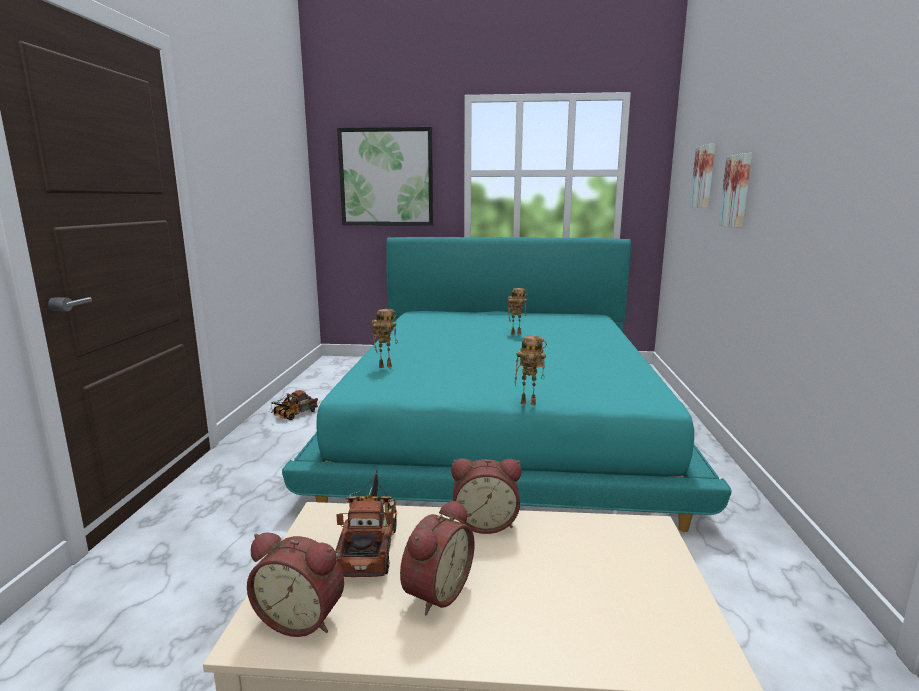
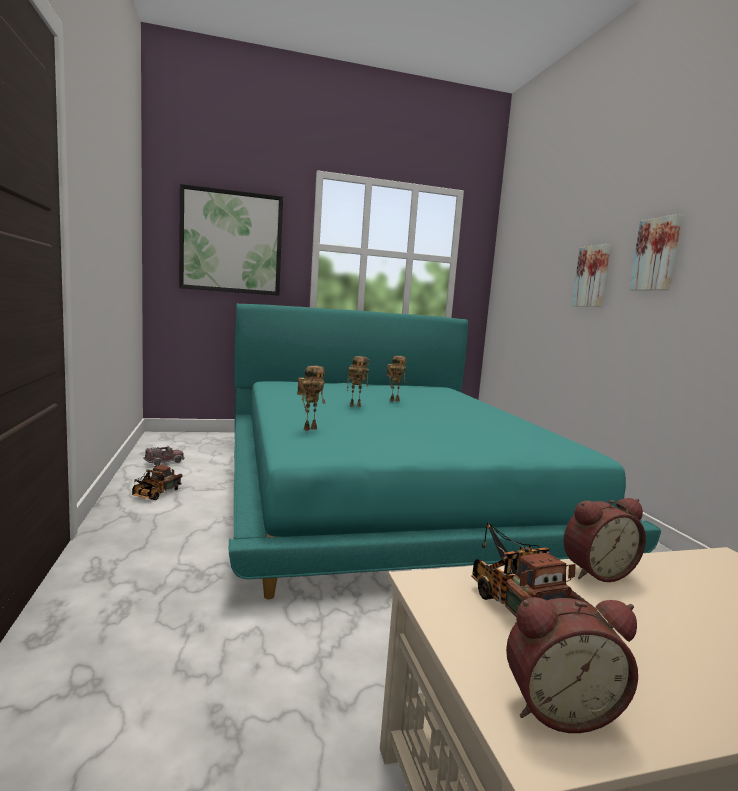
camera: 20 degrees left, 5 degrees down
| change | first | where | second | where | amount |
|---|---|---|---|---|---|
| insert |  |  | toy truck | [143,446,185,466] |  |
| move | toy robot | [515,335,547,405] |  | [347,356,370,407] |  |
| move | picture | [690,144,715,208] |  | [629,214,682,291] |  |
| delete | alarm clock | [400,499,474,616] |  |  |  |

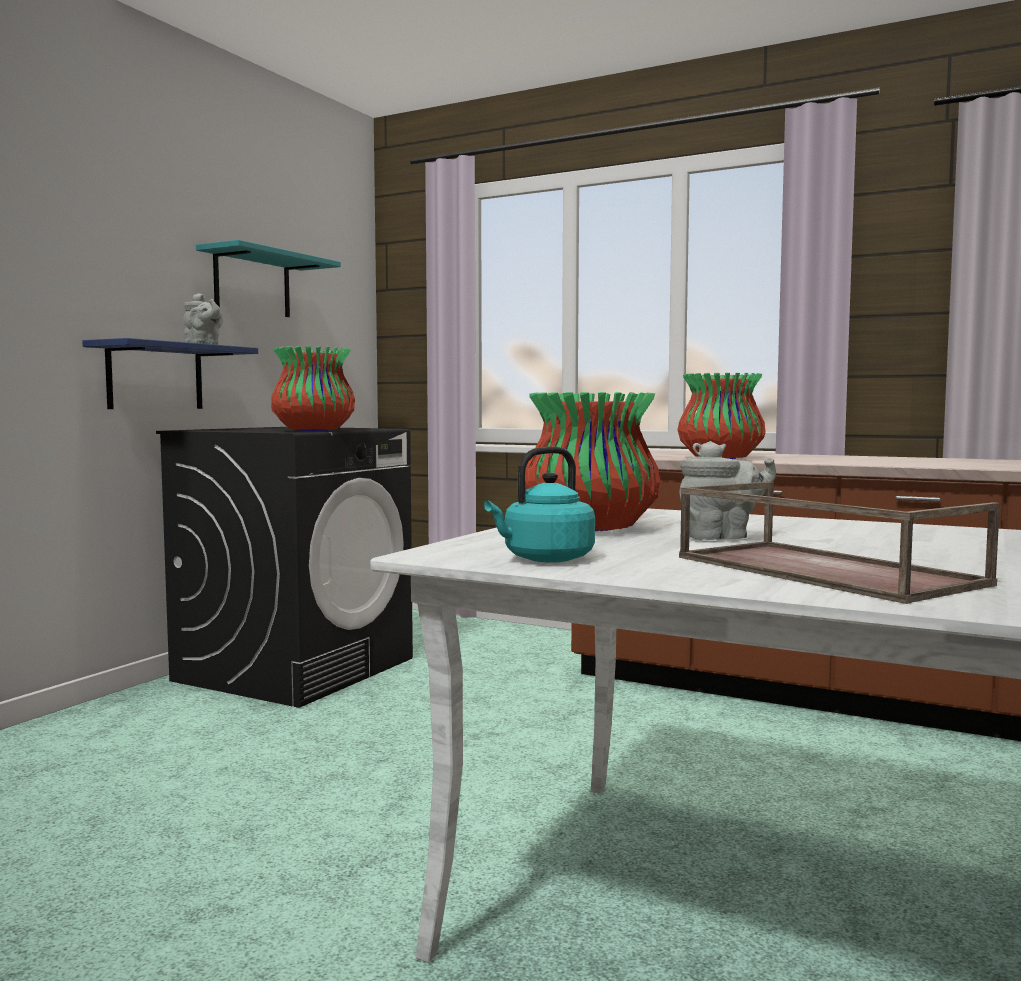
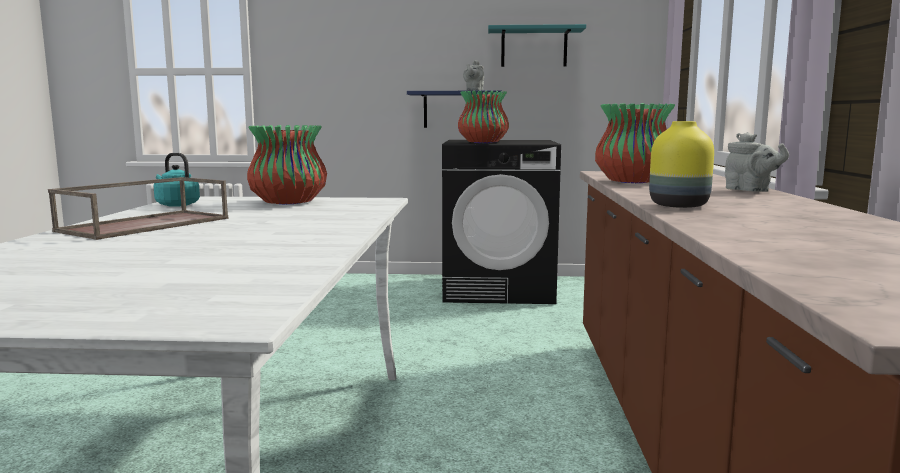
camera: 65 degrees right, 5 degrees up
| change | first | where | second | where | amount |
|---|---|---|---|---|---|
| insert |  |  | yellow vase | [649,121,714,208] |  |
| move | grey teapot | [679,441,776,540] |  | [725,132,789,192] |  |

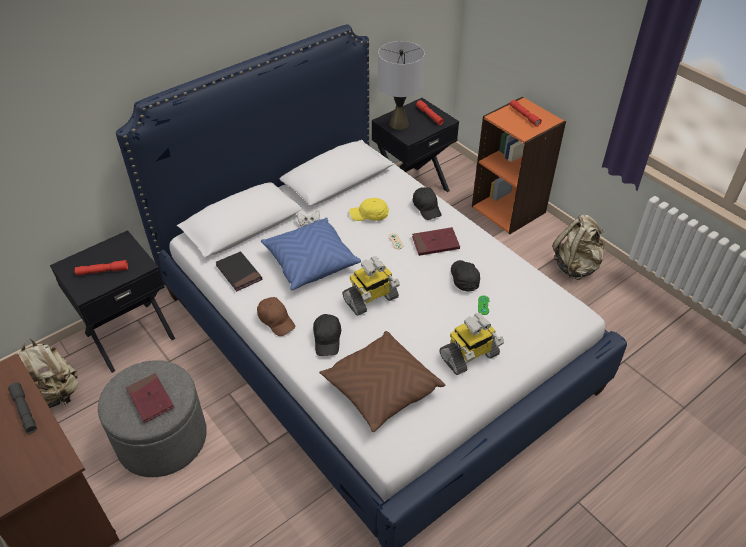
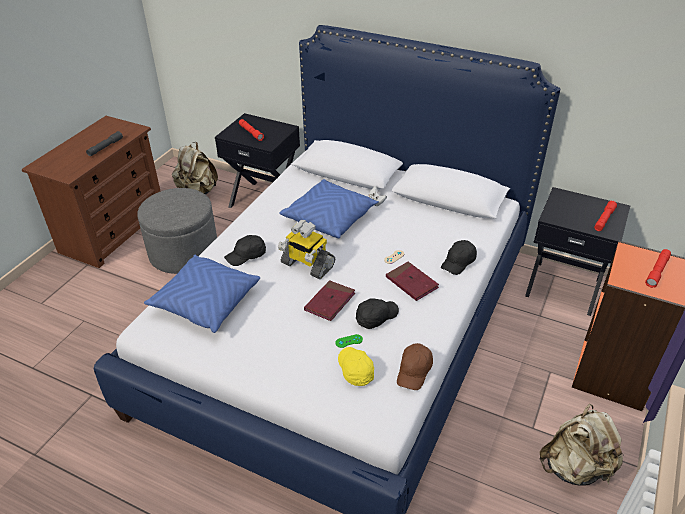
camera: 65 degrees right, 5 degrees down
| change | first | where | second | where | amount |
|---|---|---|---|---|---|
| recolor | brown pillow | [319,331,445,432] | blue pillow | [144,255,260,333] |  |
| move | red book | [126,373,175,423] |  | [304,280,355,321] |  |
| move | yellow cap | [349,198,389,221] |  | [338,347,374,386] |  |
| move | brown cap | [257,297,296,336] |  | [397,343,433,390] |  |
| delete | black book | [216,251,262,291] |  |  |  |
| delete | grey table lamp | [378,41,425,130] |  |  |  |
| delete | toy robot | [439,313,504,375] |  |  |  |

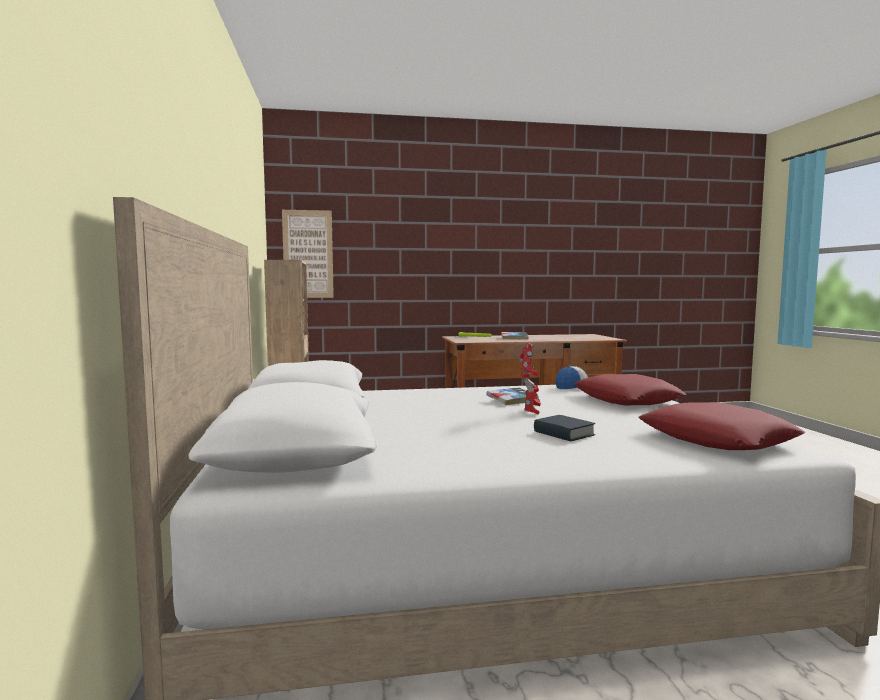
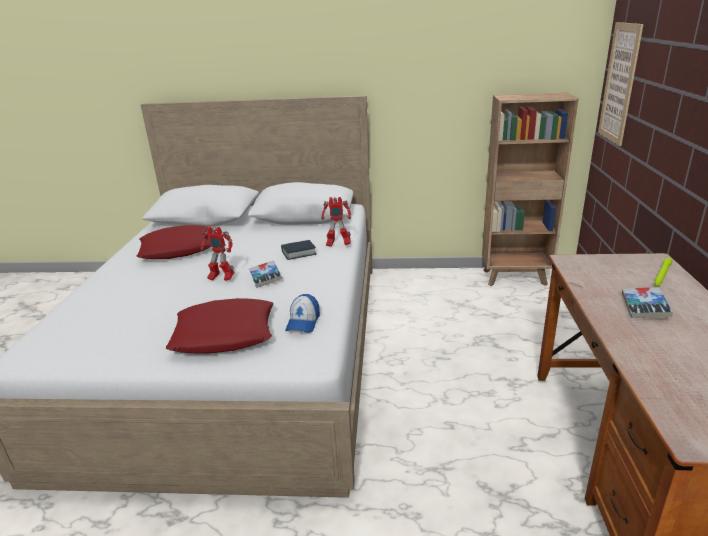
camera: 105 degrees right, 20 degrees up
| change | first | where | second | where | amount |
|---|---|---|---|---|---|
| move | red pillow | [638,402,806,450] |  | [137,225,211,259] |  |
| move | book | [534,415,595,442] |  | [281,240,316,260] |  |
| insert |  |  | toy robot | [321,197,351,247] |  |

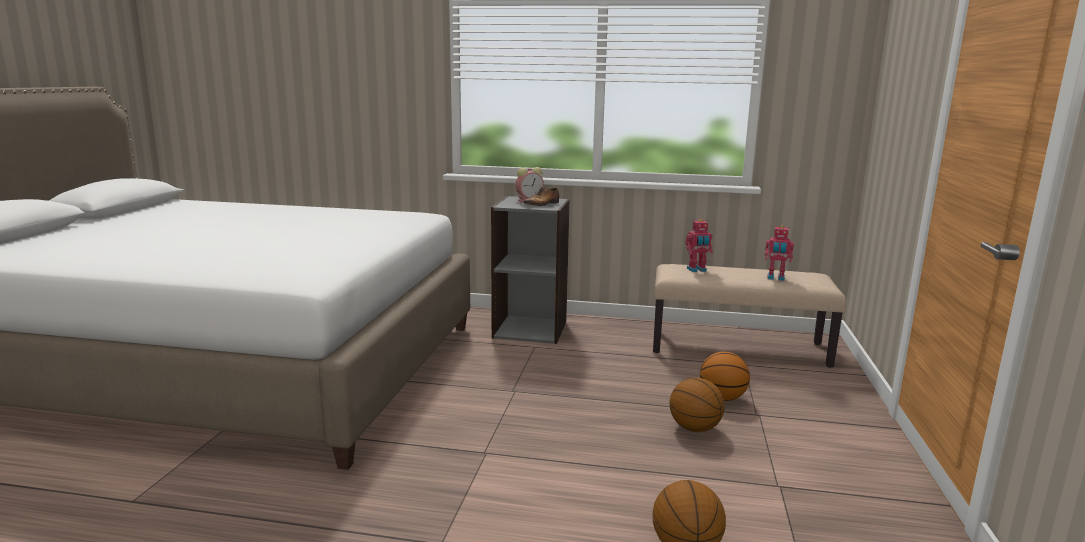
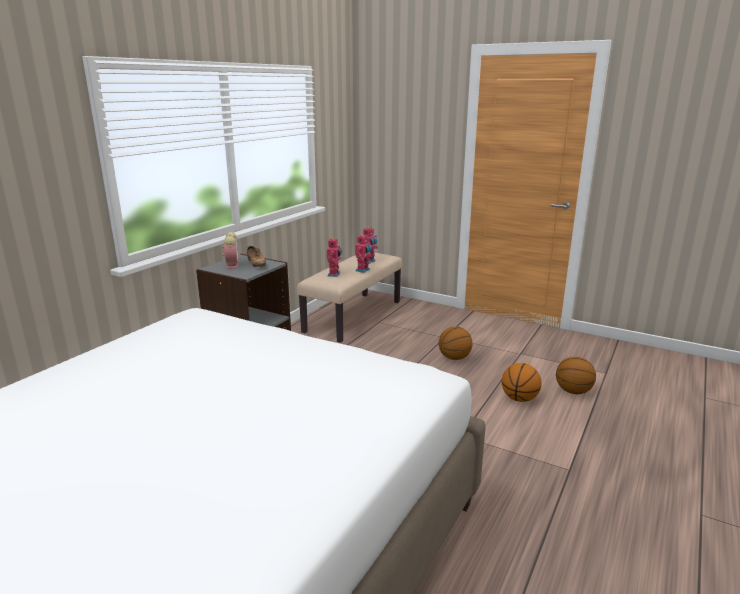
camera: 70 degrees left, 5 degrees up
| change | first | where | second | where | amount |
|---|---|---|---|---|---|
| insert |  |  | toy robot | [355,234,372,273] |  |
| move | basketball | [699,352,750,401] |  | [502,363,542,402] |  |

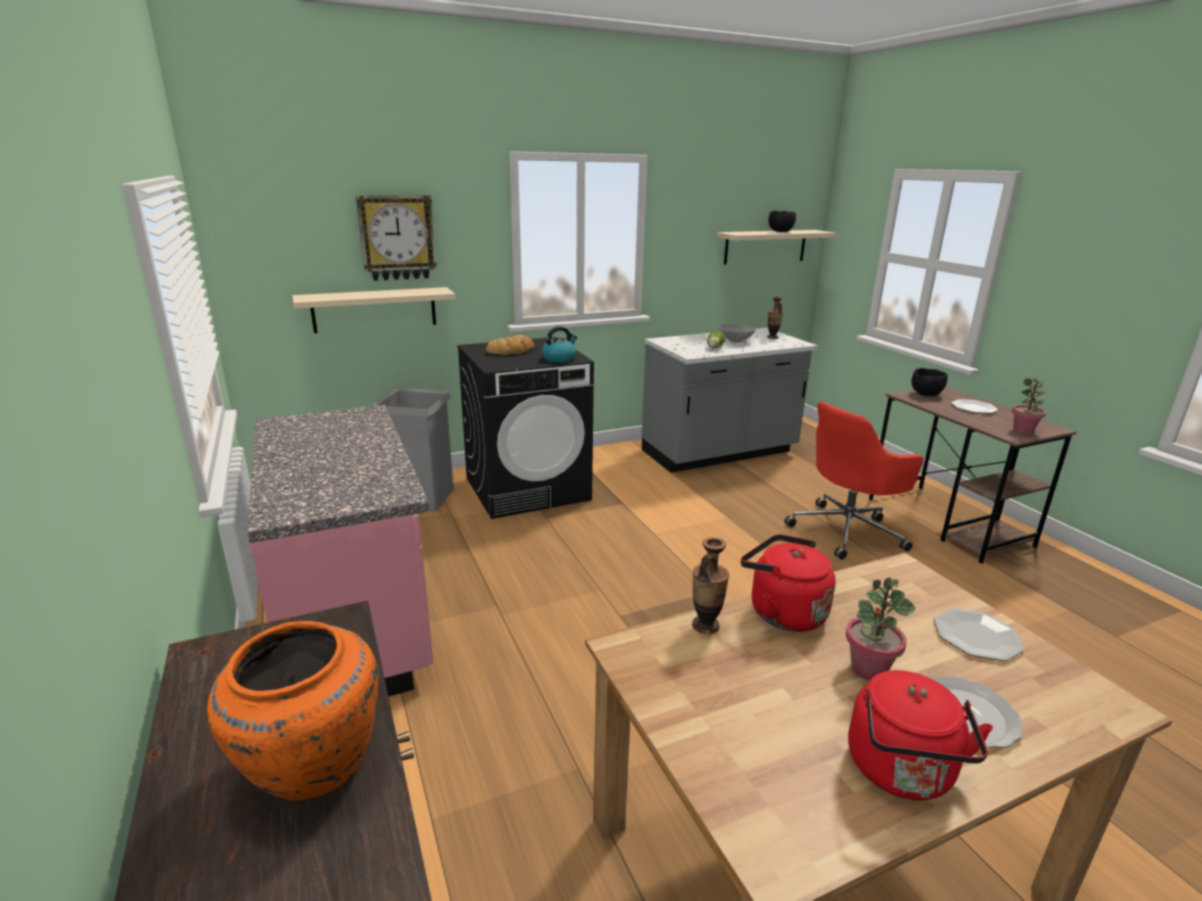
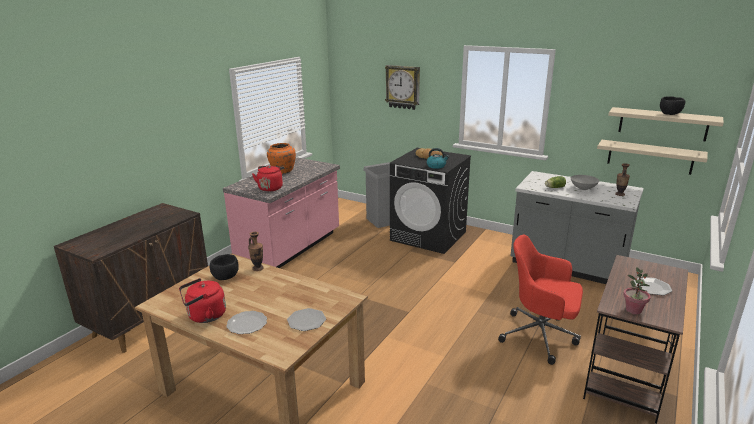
camera: 55 degrees right, 0 degrees up
| change | first | where | second | where | amount |
|---|---|---|---|---|---|
| move | black bowl | [911,368,948,396] |  | [209,254,239,280] |  |
| move | red kettle | [741,534,836,632] |  | [252,166,284,192] |  |
| move | orange vase | [207,621,378,801] |  | [267,143,296,174] |  |
| move | beige shelf | [292,287,456,333] |  | [597,140,708,175] |  |
| delete | potted plant | [846,577,916,681] |  |  |  |

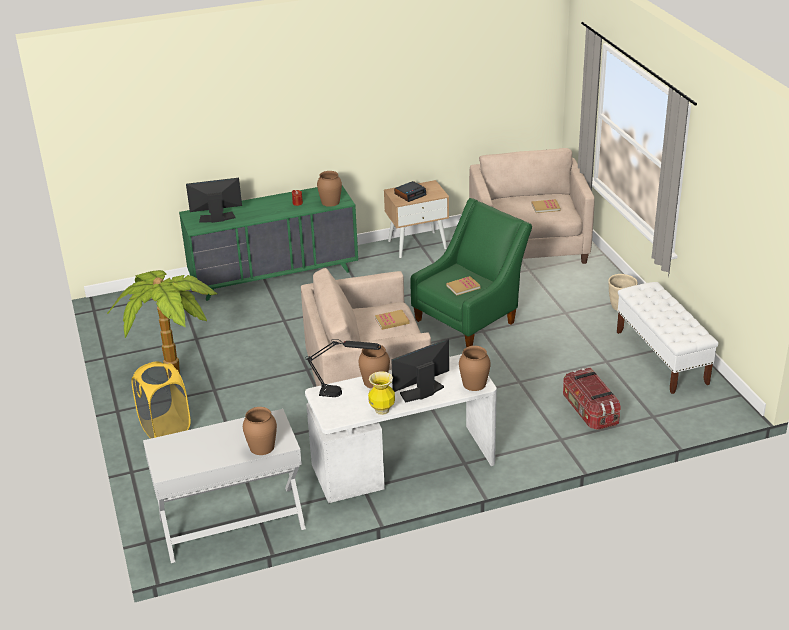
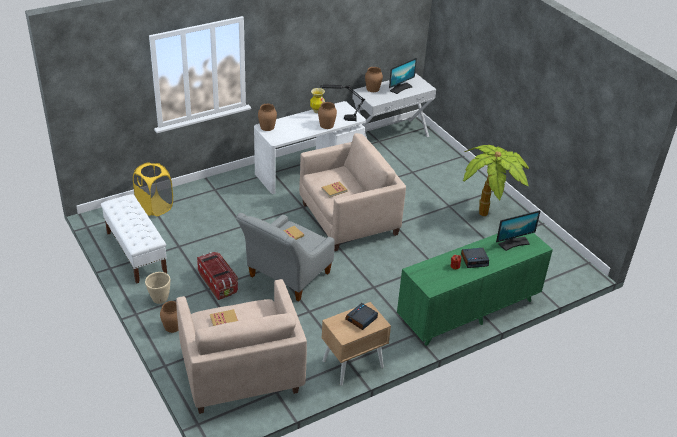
camera: 165 degrees right, 5 degrees up
| change | first | where | second | where | amount |
|---|---|---|---|---|---|
| move | yellow laundry basket | [132,361,191,439] |  | [133,162,173,216] |  |
| move | brown vase | [317,171,342,207] |  | [160,301,179,333] |  |
| move | storage box | [563,368,621,430] |  | [197,252,238,300] |  |
| recolor | green armchair | [410,198,532,347] | grey armchair | [236,213,335,302] |  |
| move | monitor | [391,338,449,403] |  | [389,58,417,94] |  |
| insert |  |  | alarm clock | [461,248,489,268] |  |

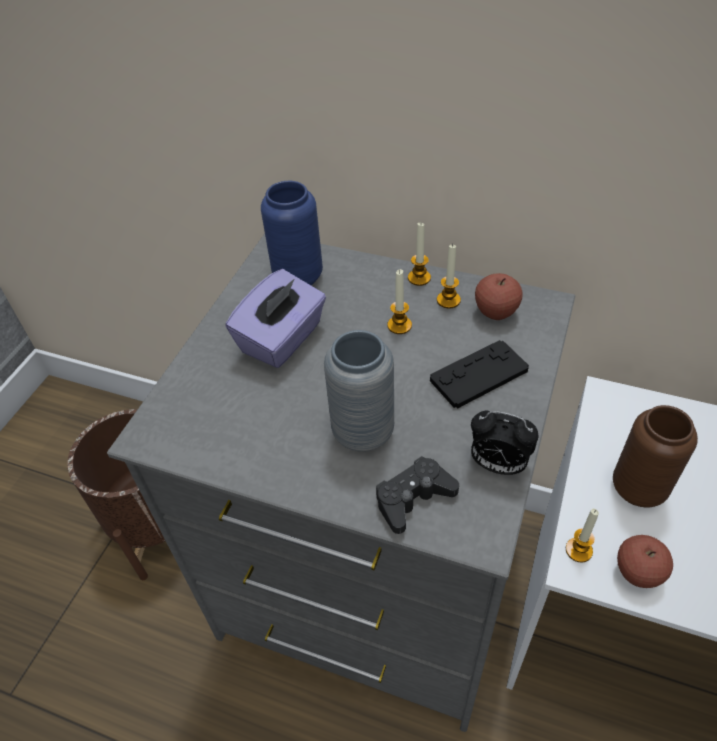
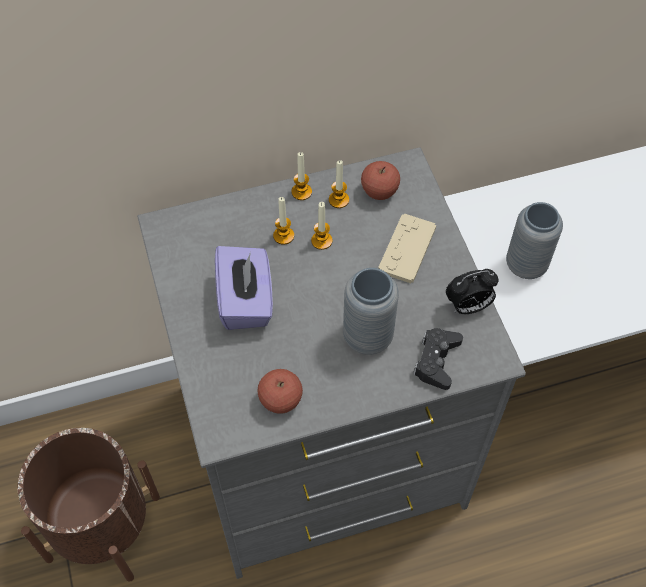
camera: 40 degrees left, 10 degrees up
| change | first | where | second | where | amount |
|---|---|---|---|---|---|
| move | apple | [617,535,673,588] |  | [258,369,303,414] |  |
| move | candle | [566,508,599,562] |  | [273,197,294,245] |  |
| recolor | black game controller | [430,340,529,409] | beige game controller | [378,214,436,283] |  |
| recolor | brown vase | [613,405,698,507] | grey vase | [506,202,563,279] |  |
| delete | blue vase | [261,181,323,285] |  |  |  |

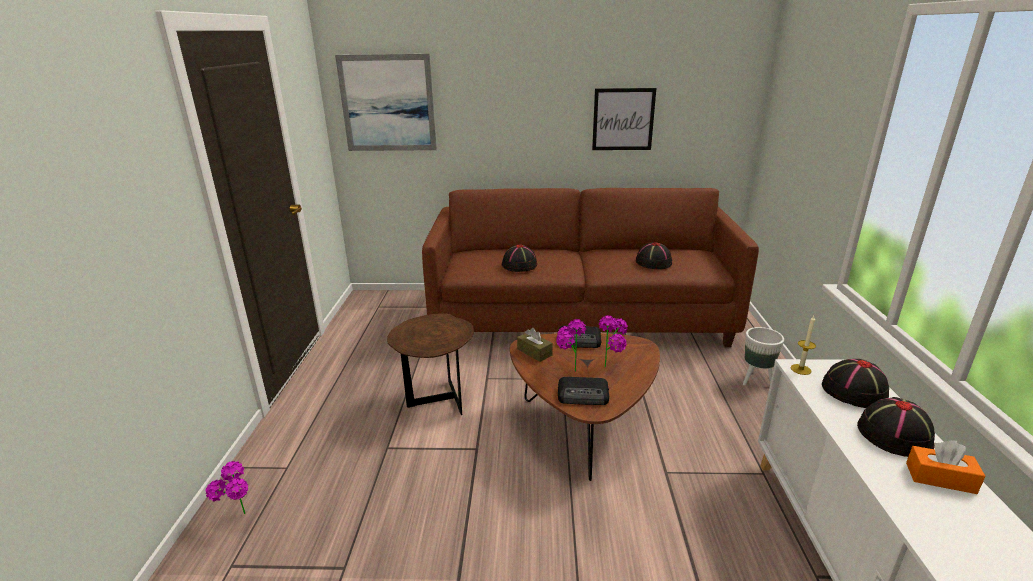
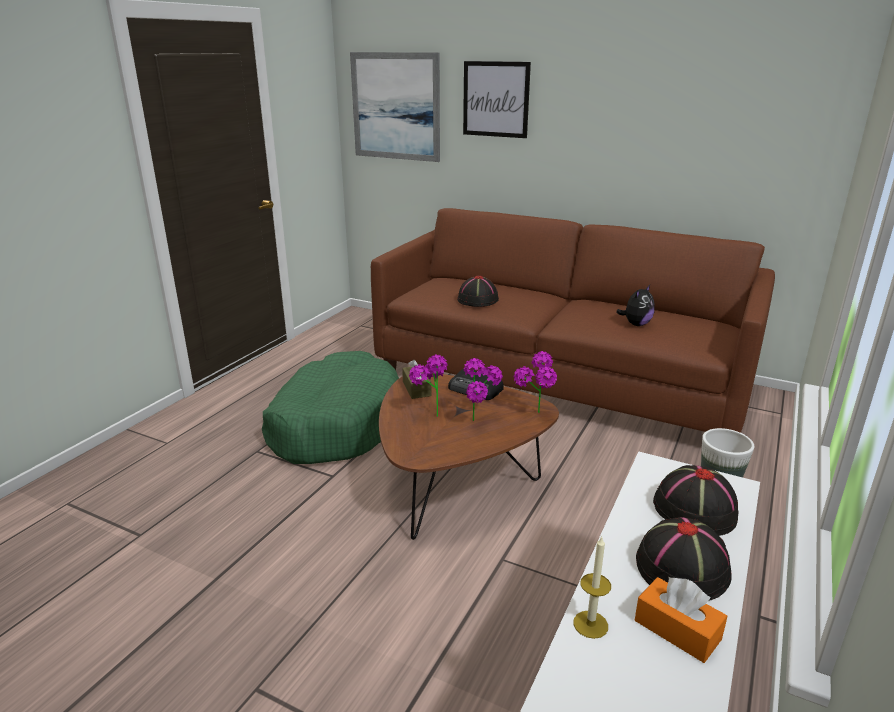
camera: 25 degrees right, 0 degrees up
| change | first | where | second | where | amount |
|---|---|---|---|---|---|
| replace | brown side table | [387,314,474,415] | green dog bed | [262,351,399,464] |  |
| move | picture | [592,88,656,150] |  | [463,61,531,138] |  |
| move | potted plant | [206,461,249,514] |  | [514,351,557,413] |  |
| move | candle | [791,316,816,375] |  | [573,537,611,639] |  |
| replace | black hat | [636,242,672,269] | plush toy | [616,285,654,326] |  |
| delete | radio | [558,377,609,405] |  |  |  |

